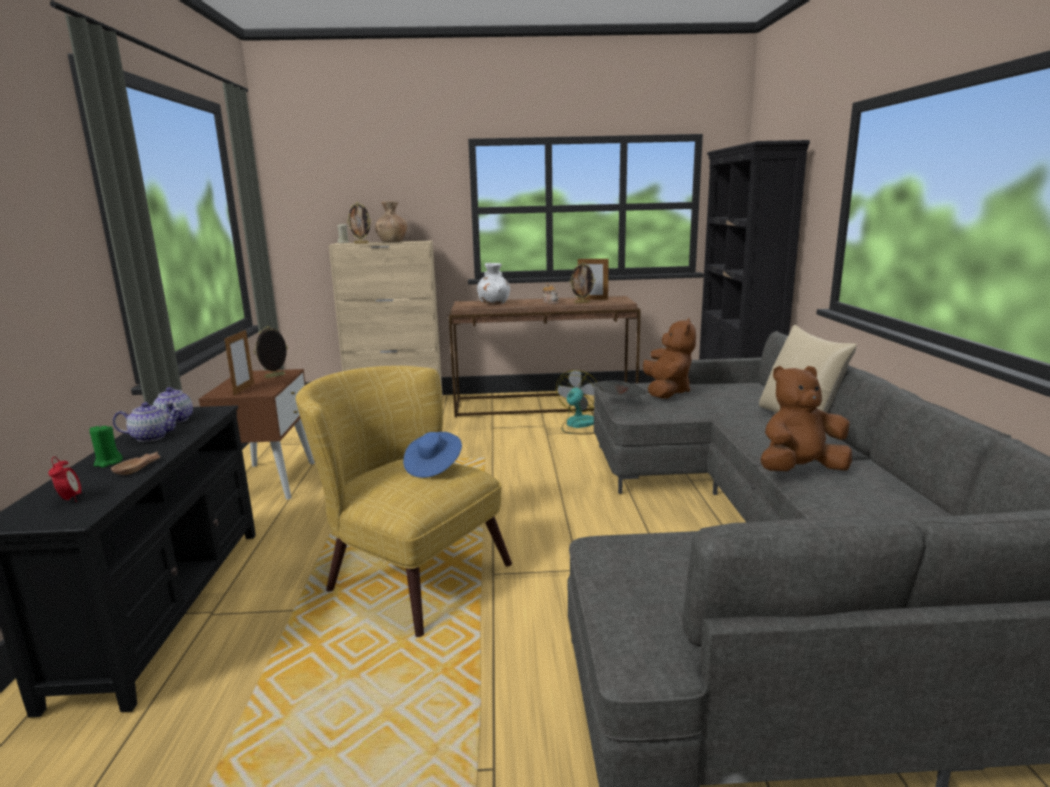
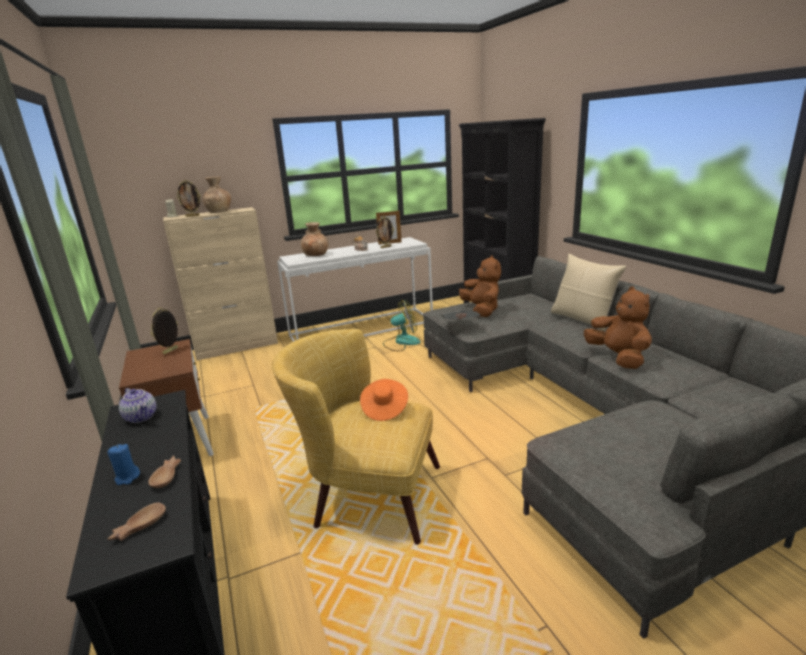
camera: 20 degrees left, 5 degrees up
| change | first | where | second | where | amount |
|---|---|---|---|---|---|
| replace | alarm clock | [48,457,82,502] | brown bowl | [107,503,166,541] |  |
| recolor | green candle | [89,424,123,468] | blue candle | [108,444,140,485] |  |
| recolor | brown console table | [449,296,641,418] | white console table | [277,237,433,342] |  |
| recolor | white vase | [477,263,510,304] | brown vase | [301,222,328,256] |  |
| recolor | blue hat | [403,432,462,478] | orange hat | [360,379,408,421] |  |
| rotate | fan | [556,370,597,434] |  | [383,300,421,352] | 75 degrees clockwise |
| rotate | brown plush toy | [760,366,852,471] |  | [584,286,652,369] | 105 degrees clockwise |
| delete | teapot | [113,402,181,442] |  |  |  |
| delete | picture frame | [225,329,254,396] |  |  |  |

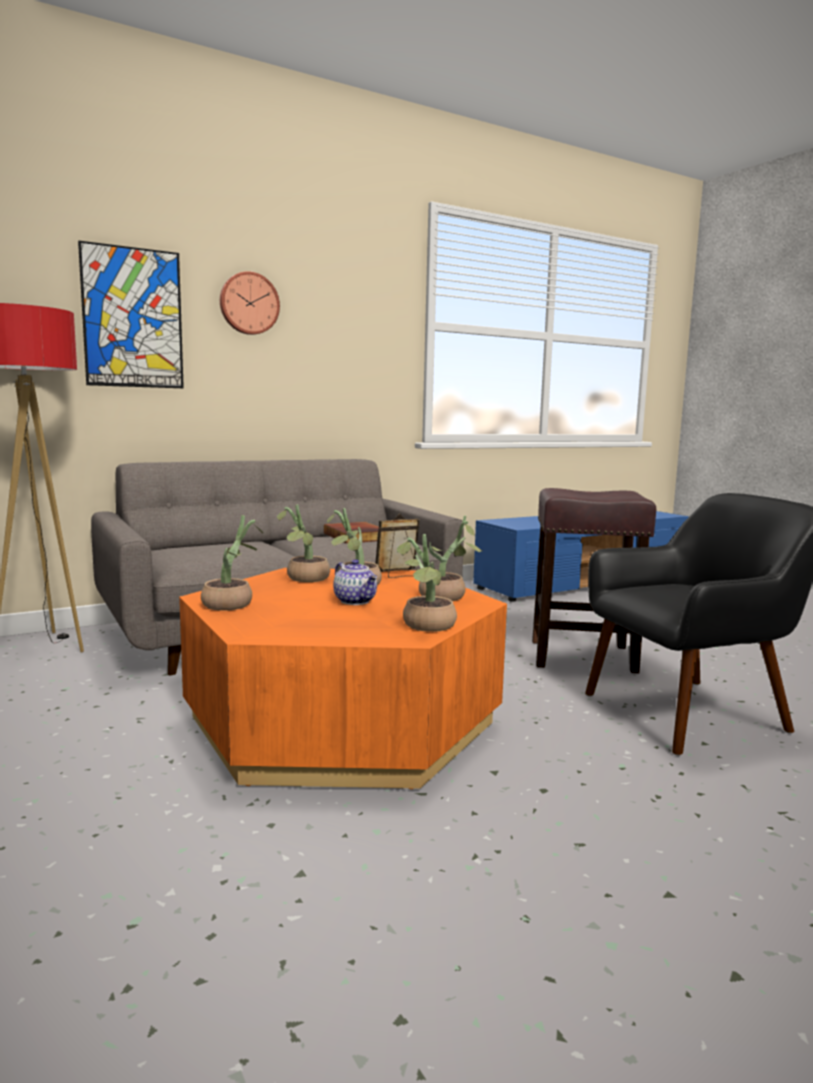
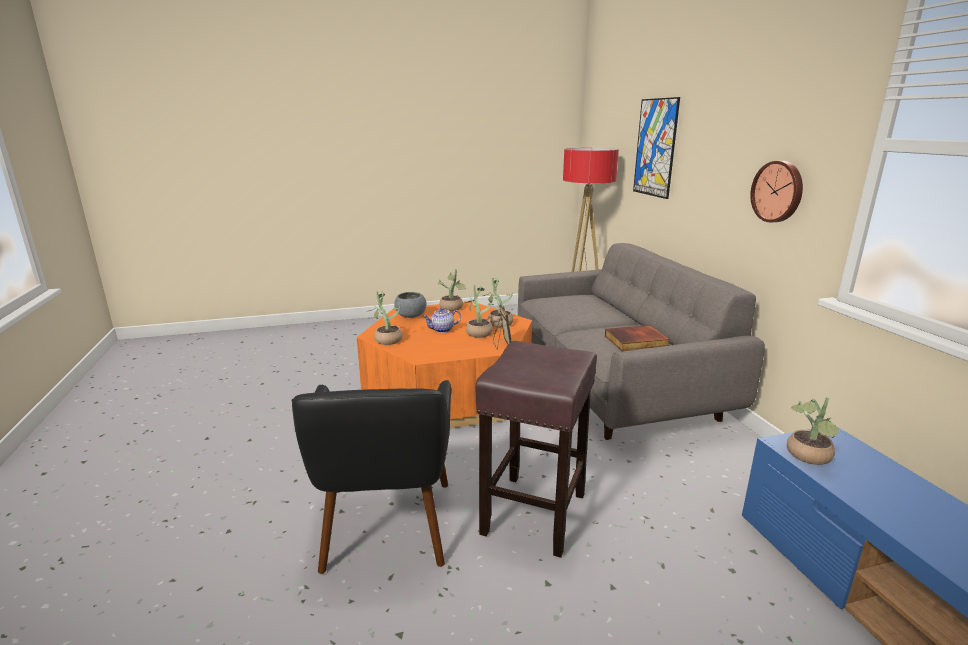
camera: 105 degrees right, 10 degrees up
| change | first | where | second | where | amount |
|---|---|---|---|---|---|
| insert |  |  | grey bowl | [394,292,426,318] |  |
| move | wall clock | [220,271,280,335] |  | [750,161,803,222] |  |
| move | potted plant | [419,515,482,601] |  | [787,397,839,465] |  |

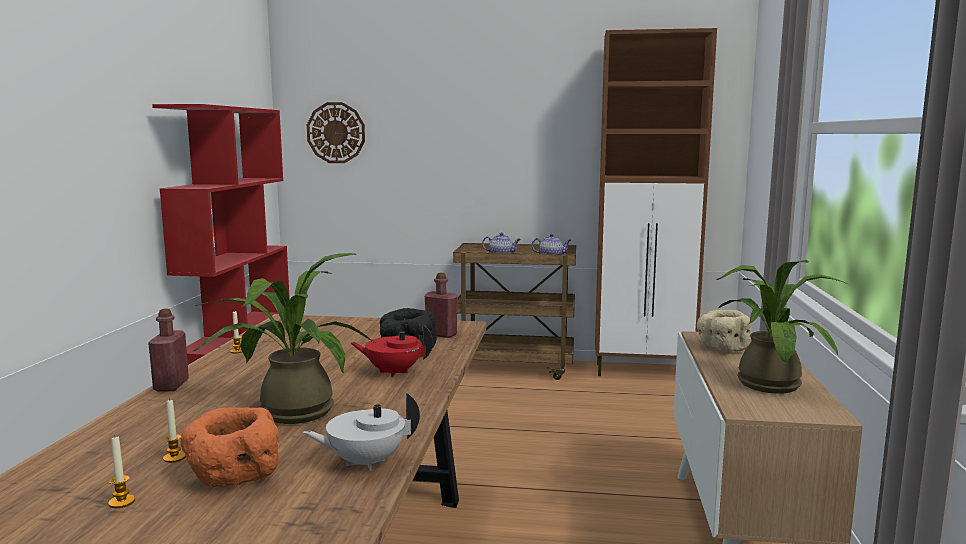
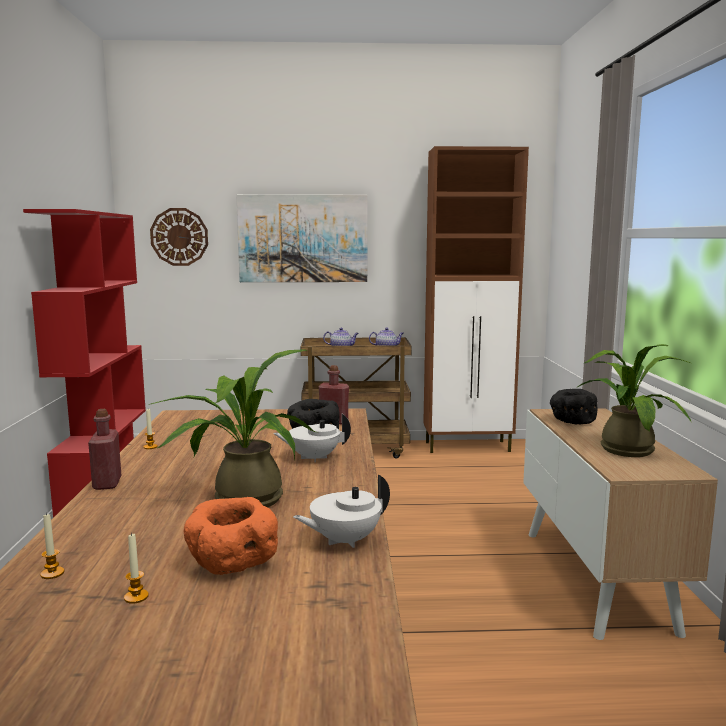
camera: 10 degrees left, 0 degrees up
| change | first | where | second | where | amount |
|---|---|---|---|---|---|
| move | candle | [163,398,186,463] |  | [40,513,64,579] |  |
| insert |  |  | picture | [236,194,367,282] |  |
| recolor | red teapot | [351,325,433,377] | white teapot | [273,414,351,463] |  |
| recolor | beige bowl | [697,310,752,352] | black bowl | [550,389,598,424] |  |

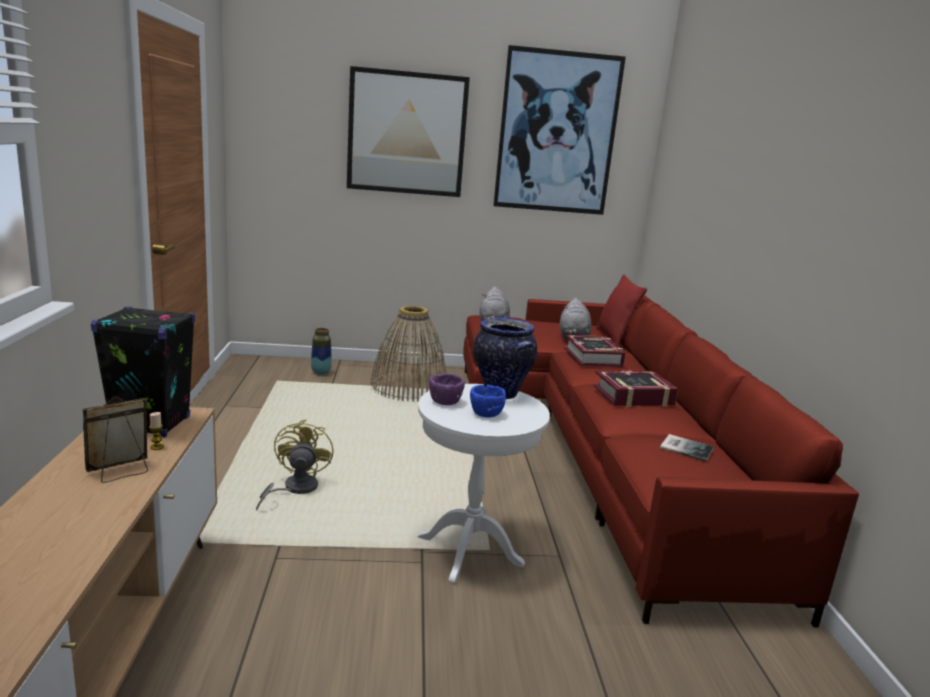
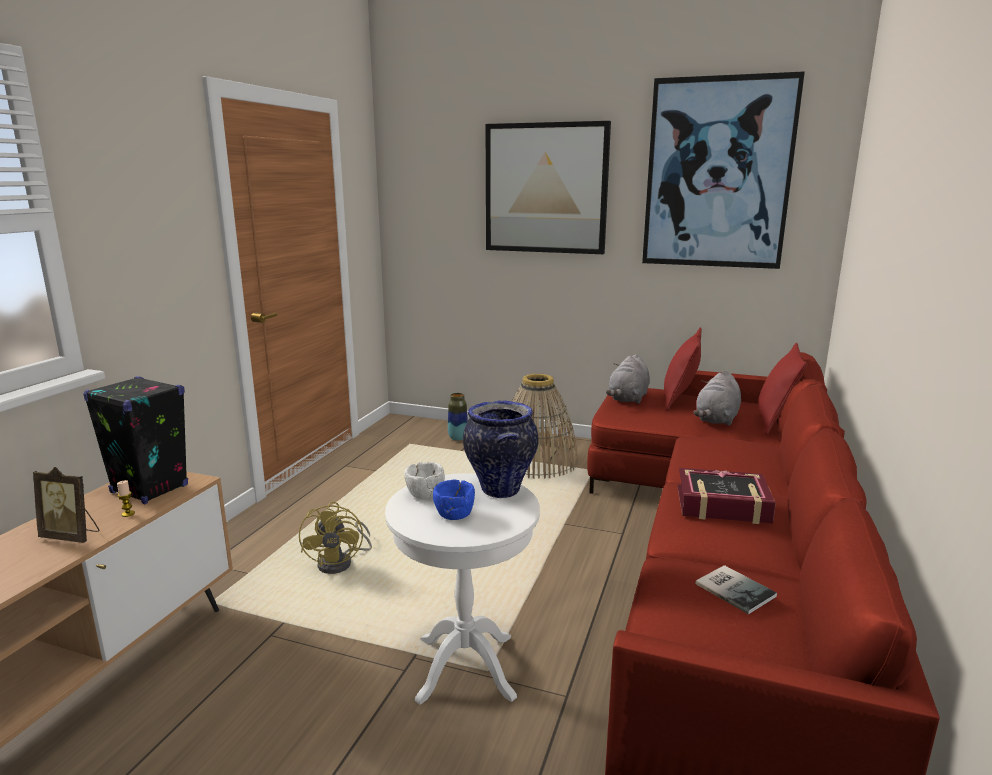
camera: 25 degrees right, 0 degrees up
| change | first | where | second | where | amount |
|---|---|---|---|---|---|
| rotate | picture frame | [83,396,148,483] |  | [33,467,99,543] | 150 degrees counterclockwise |
| rotate | yellow fan | [256,419,333,510] |  | [299,501,372,574] | 150 degrees clockwise |
| recolor | purple bowl | [429,373,465,405] | white bowl | [404,462,445,499] |  |
| insert |  |  | red pillow | [664,328,702,411] |  |
| delete | book | [564,335,626,367] |  |  |  |

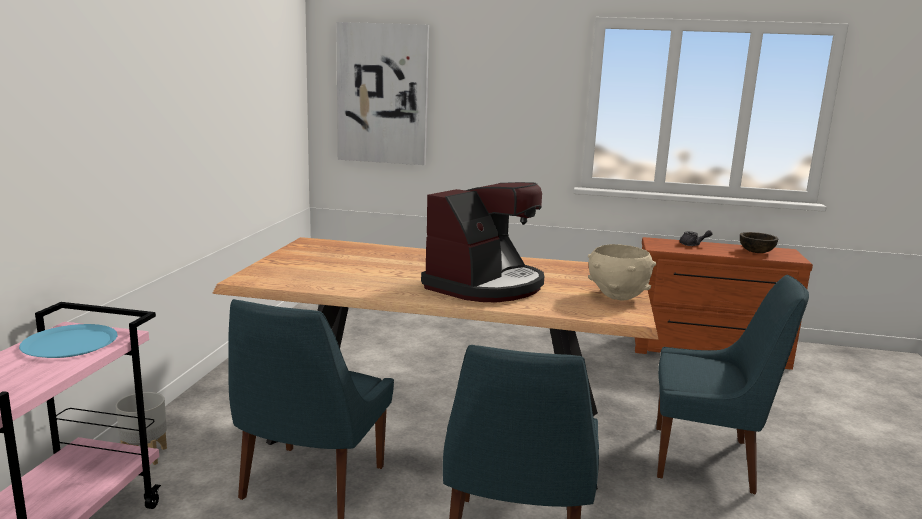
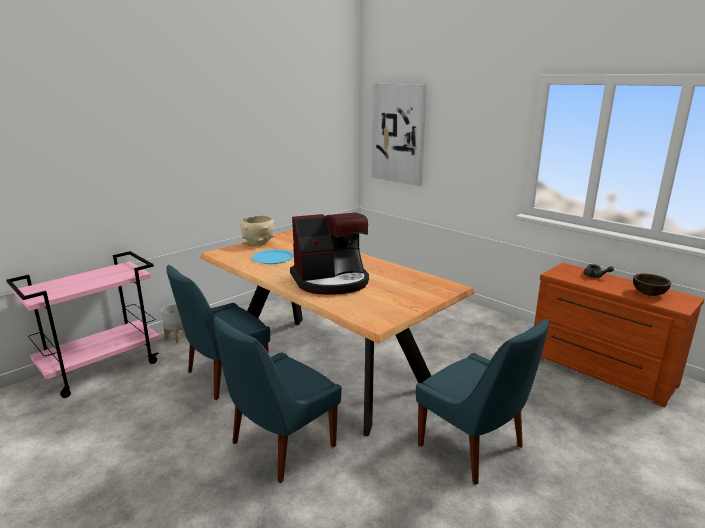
camera: 35 degrees right, 5 degrees up
| change | first | where | second | where | amount |
|---|---|---|---|---|---|
| move | beige bowl | [588,244,656,300] |  | [239,216,275,246] |  |
| move | blue plate | [19,324,118,358] |  | [252,249,294,264] |  |

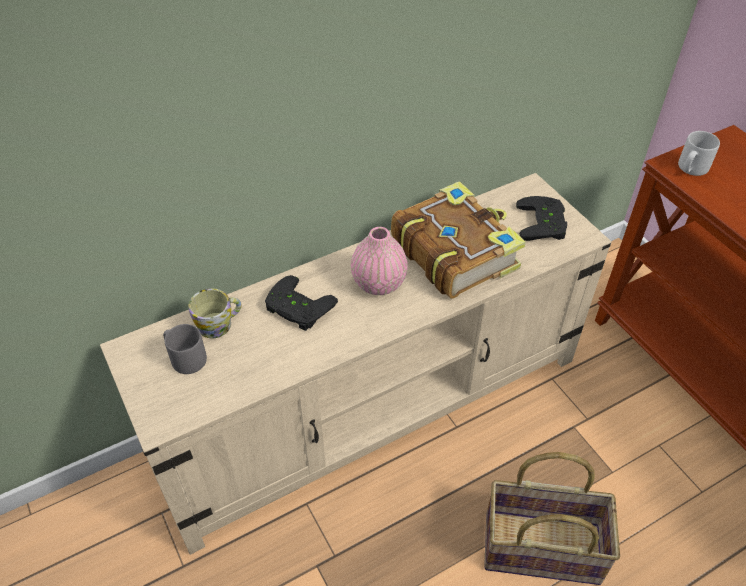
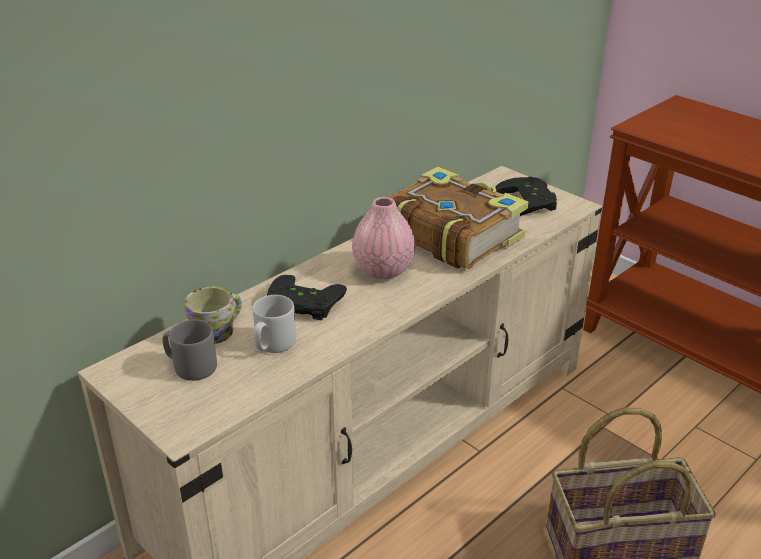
camera: 15 degrees left, 15 degrees down
| change | first | where | second | where | amount |
|---|---|---|---|---|---|
| move | grey mug | [678,131,720,176] |  | [253,295,296,353] |  |

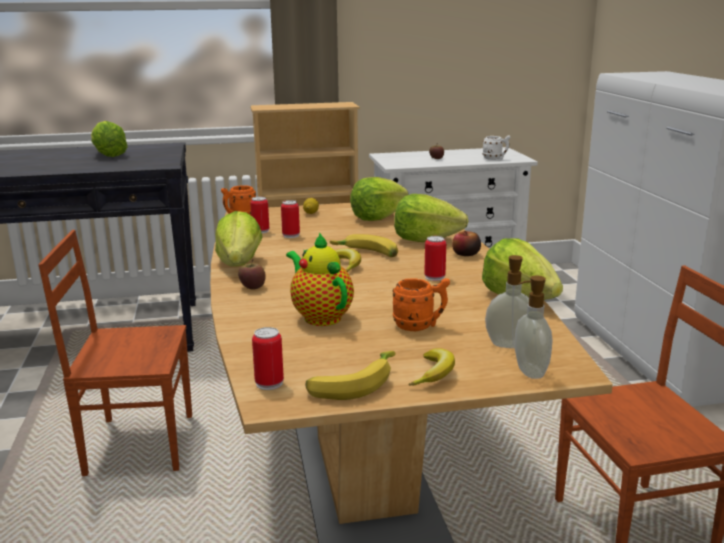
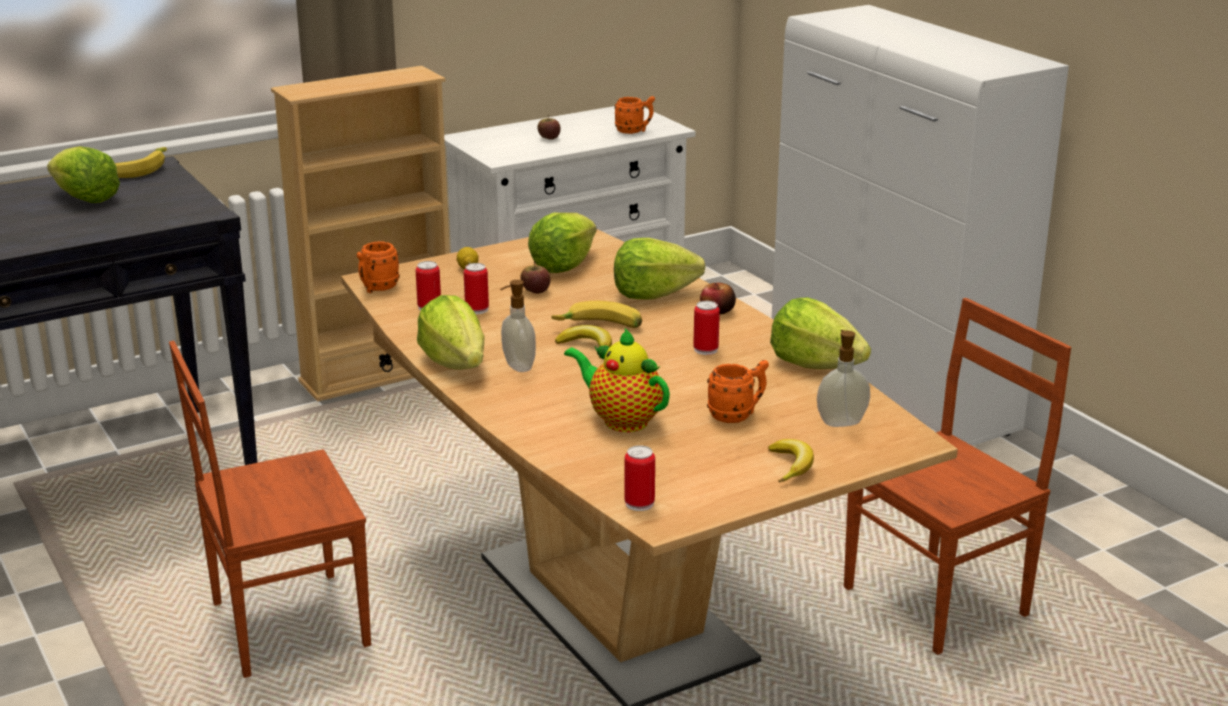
camera: 20 degrees left, 5 degrees up
| change | first | where | second | where | amount |
|---|---|---|---|---|---|
| move | banana | [305,351,396,400] |  | [115,147,167,178] |  |
| move | soap dispenser | [515,276,553,379] |  | [500,280,536,372] |  |
| move | apple | [238,259,266,290] |  | [520,261,550,294] |  |
| recolor | white mug | [482,135,510,160] | orange mug | [615,96,655,134] |  |

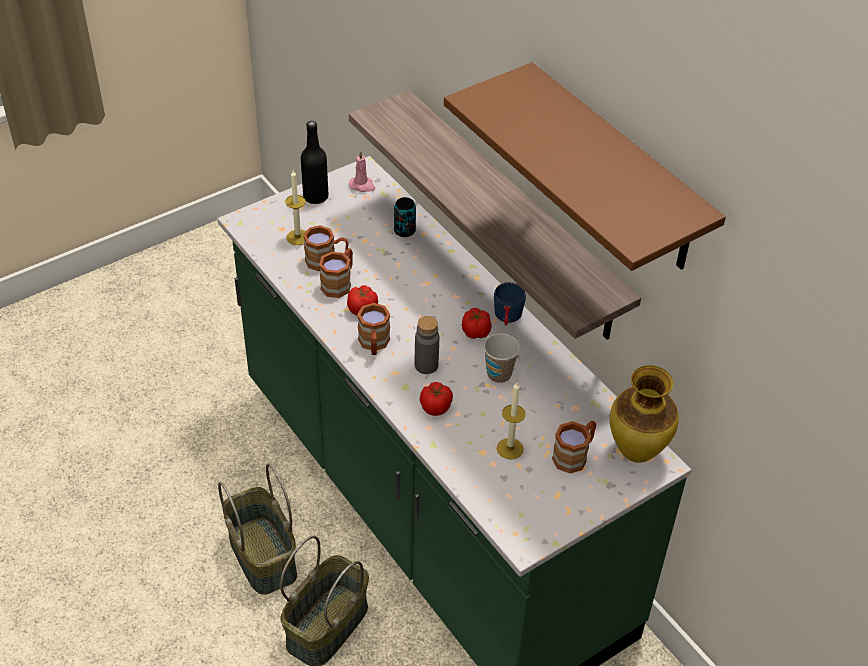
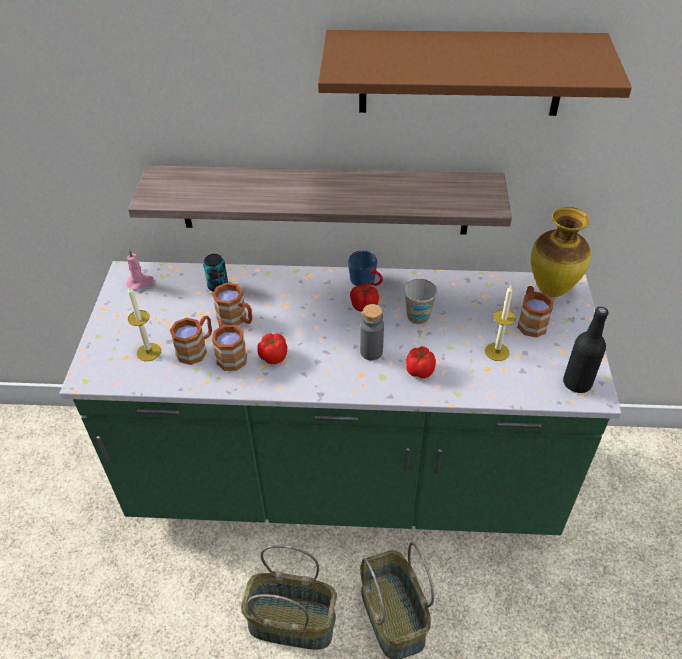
camera: 50 degrees left, 0 degrees up
| change | first | where | second | where | amount |
|---|---|---|---|---|---|
| move | brown mug | [357,303,390,355] |  | [212,283,252,326] |  |
| move | black bottle | [301,121,329,204] |  | [563,307,609,393] |  |

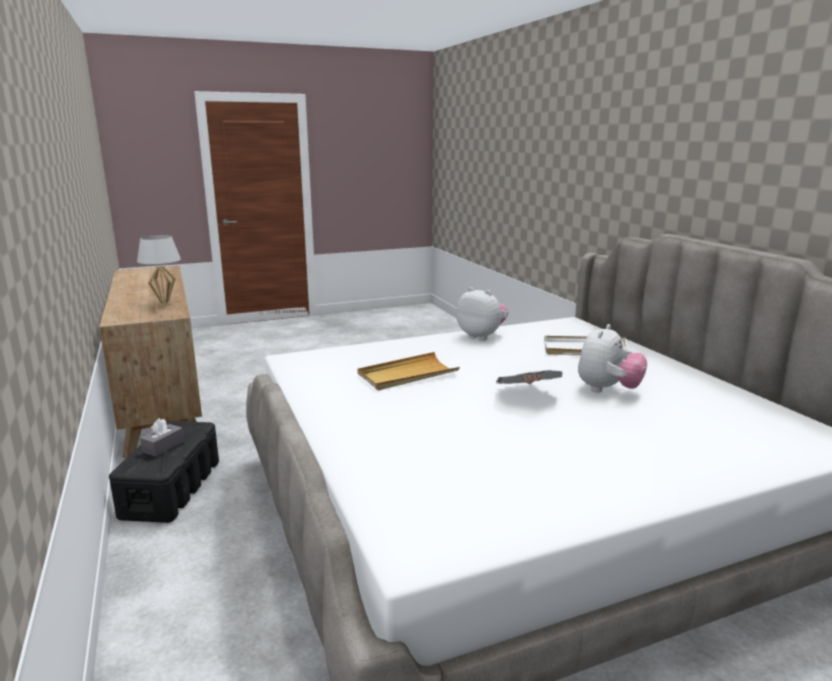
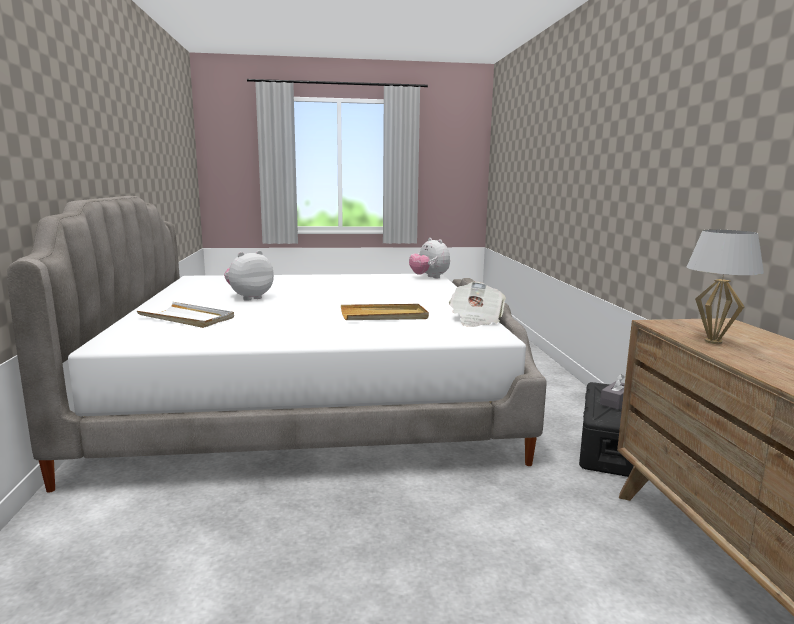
camera: 165 degrees left, 5 degrees down
| change | first | where | second | where | amount |
|---|---|---|---|---|---|
| move | plush toy | [456,287,508,341] |  | [409,238,450,279] |  |
| move | newspaper | [496,370,563,384] |  | [449,282,506,327] |  |

